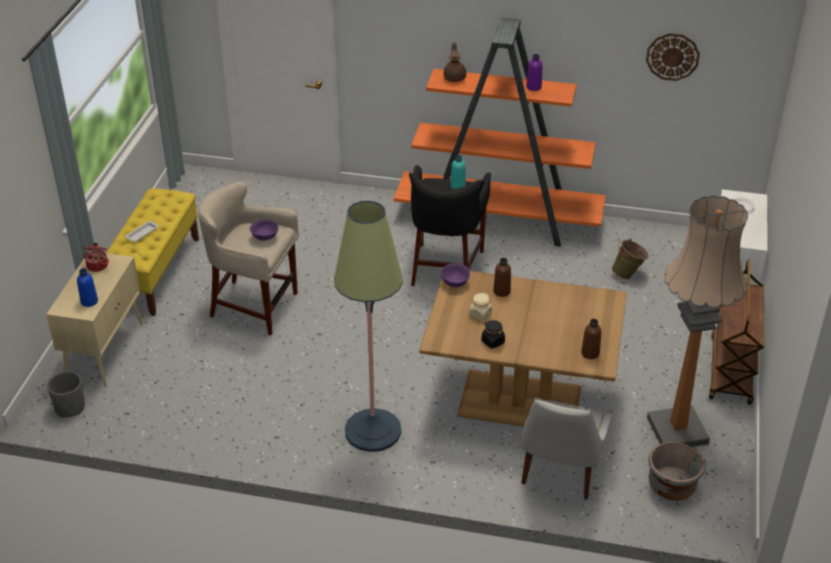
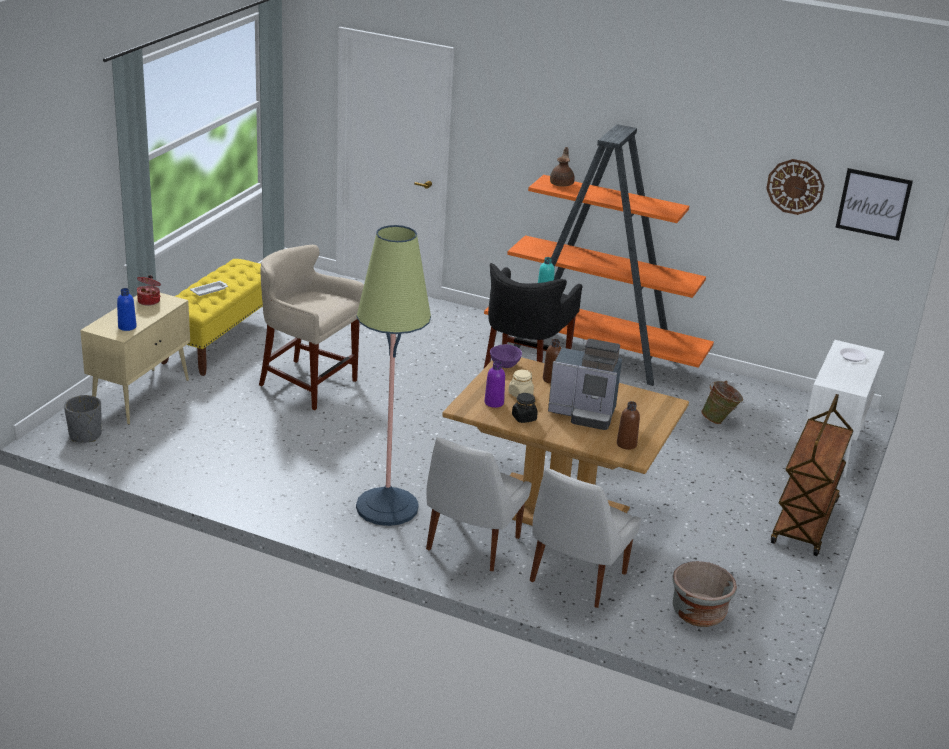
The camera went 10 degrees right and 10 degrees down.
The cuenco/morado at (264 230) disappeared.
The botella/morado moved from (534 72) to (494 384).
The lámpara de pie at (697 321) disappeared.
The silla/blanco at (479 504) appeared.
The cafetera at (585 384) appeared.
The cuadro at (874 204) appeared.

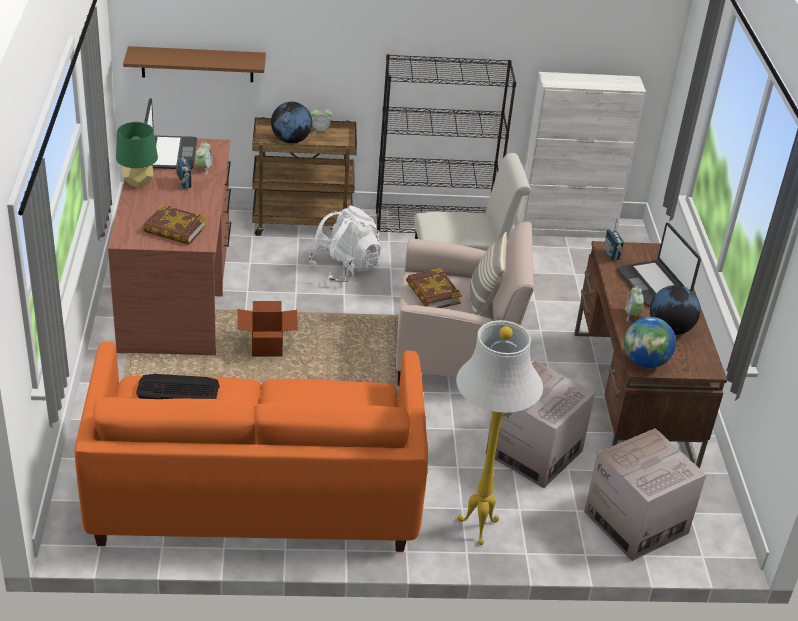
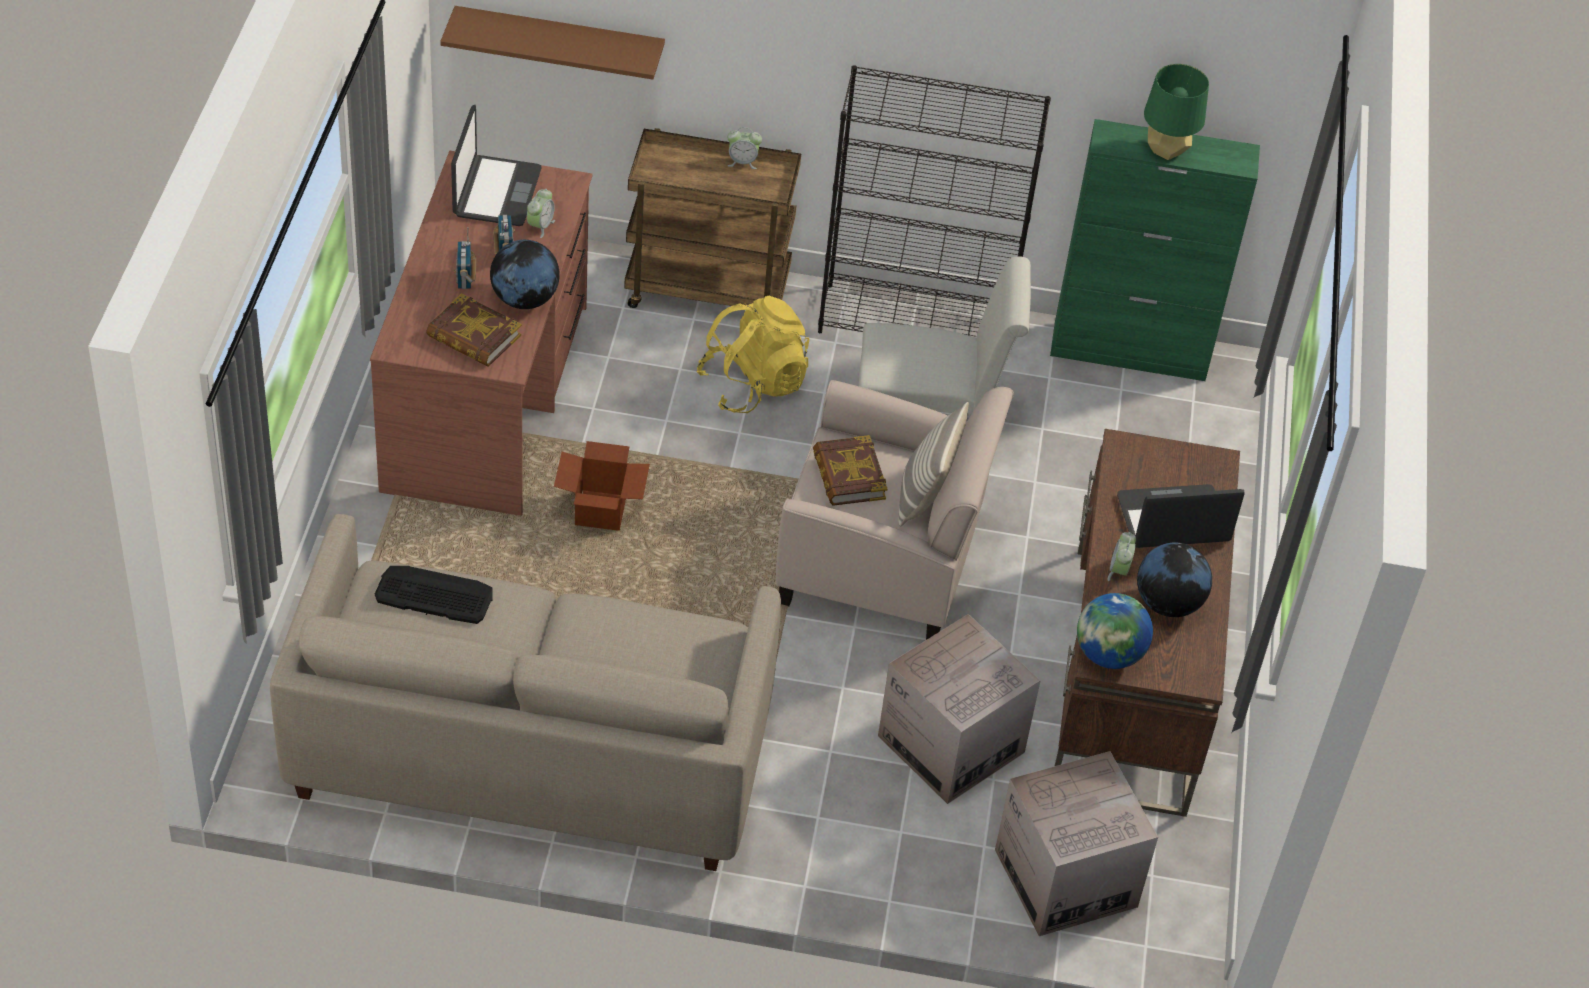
The camera went 10 degrees right and 10 degrees up.
The sofá/naranja at (251 446) became the sofá/beis at (525 692).
The lámpara de mesa/verde moved from (137 155) to (1176 112).
The globo terráqueo moved from (291 122) to (525 274).
The mochila/blanco at (345 244) became the mochila/amarillo at (752 354).
The lámpara de pie/blanco at (499 432) disappeared.
The armario/blanco at (581 155) became the armario/verde at (1155 250).
The radio moved from (614 239) to (465 258).
The portátil at (659 264) turned 90 degrees clockwise.

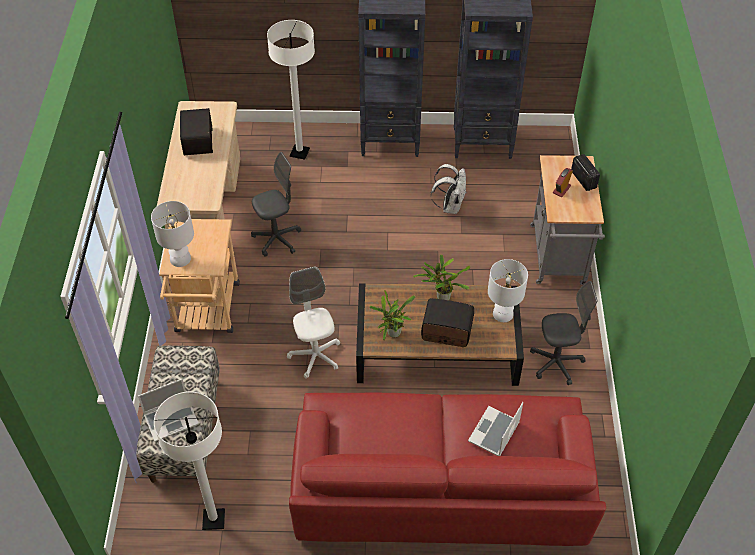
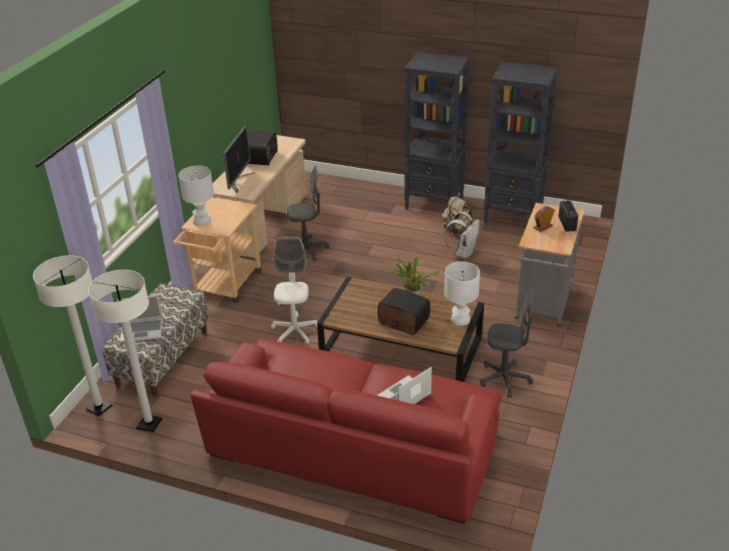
The camera went 20 degrees right and 15 degrees down.
The lámpara de pie/blanco moved from (291 90) to (73 336).
The planta en maceta at (392 315) disappeared.
The monitor at (238 159) appeared.
The mochila/beis at (457 214) appeared.

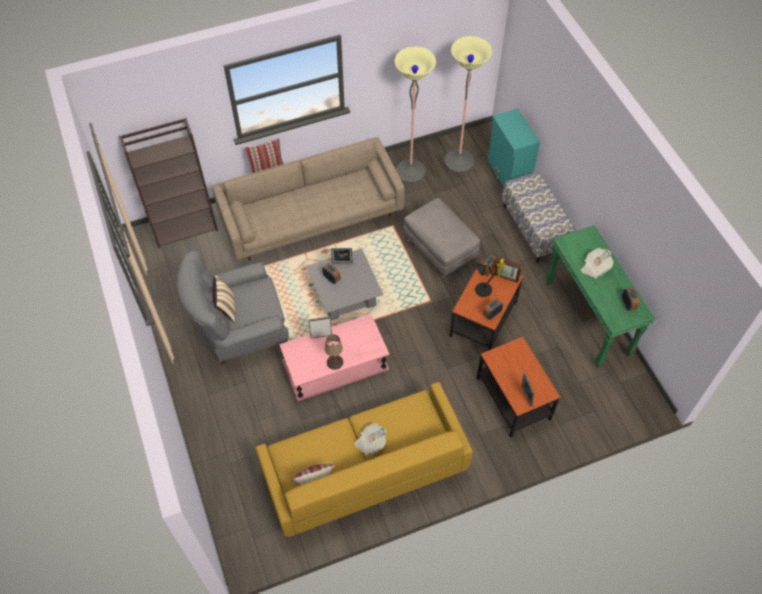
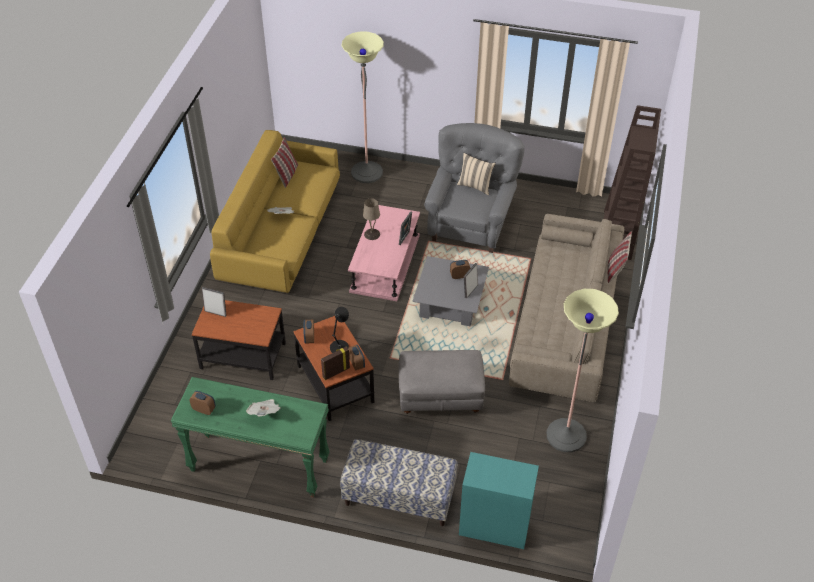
The camera went 125 degrees right and 10 degrees down.
The lámpara de pie moved from (468 104) to (362 107).

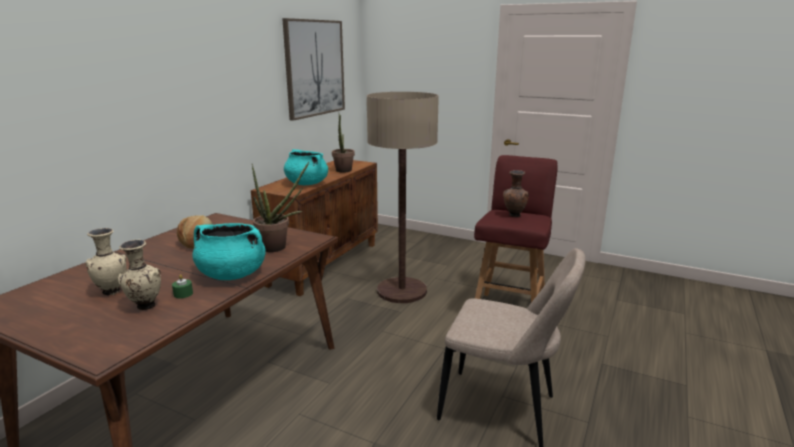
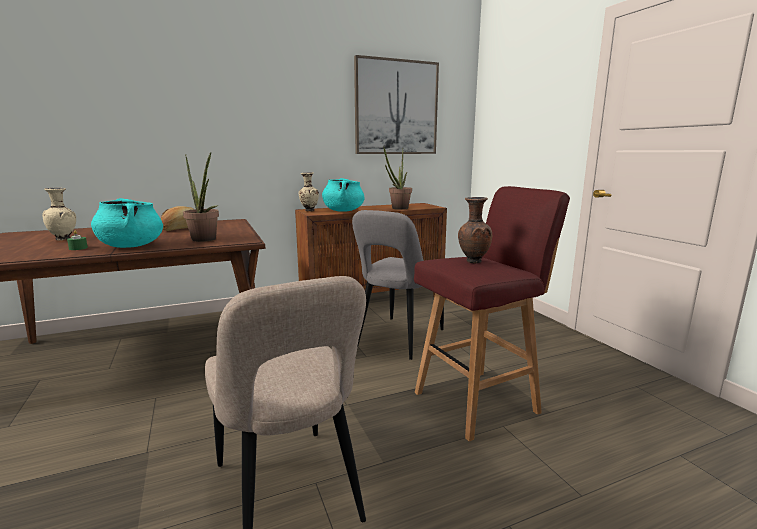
The camera went 40 degrees right and 5 degrees down.
The florero/beis moved from (139 275) to (309 191).
The lámpara de pie at (403 197) was replaced by the silla/gris at (398 285).

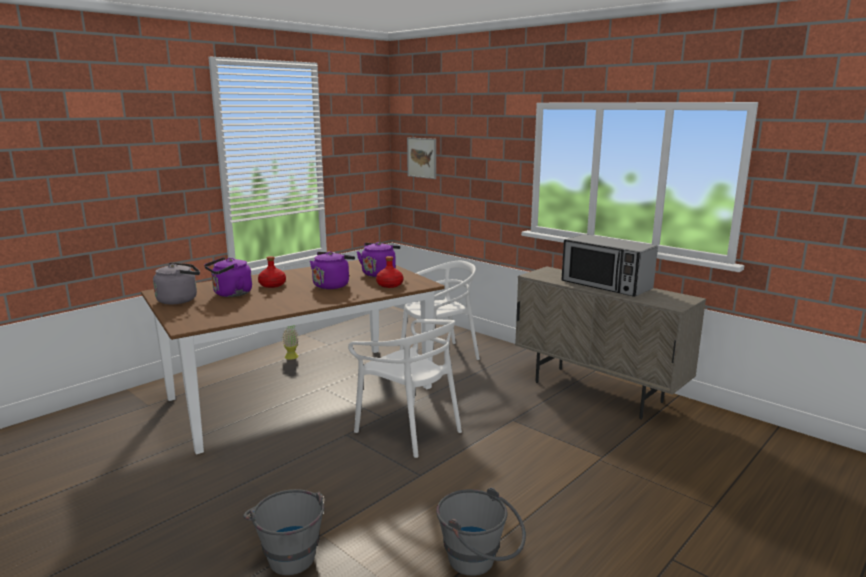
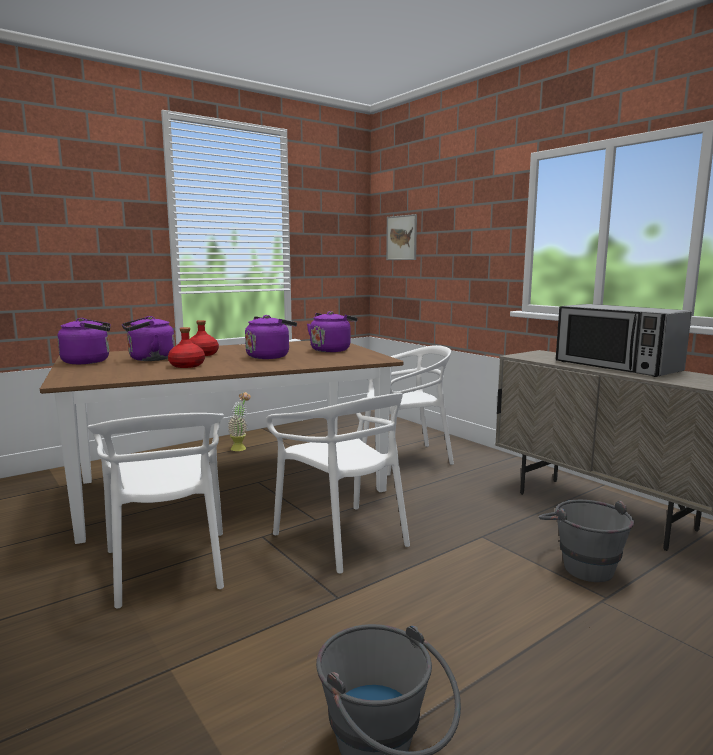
The camera went 10 degrees right and 5 degrees down.
The hervidor/gris at (176 283) became the hervidor/morado at (84 341).
The cubo/gris moved from (283 532) to (586 541).
The botella/rojo moved from (389 272) to (186 347).
The silla/blanco at (156 511) appeared.

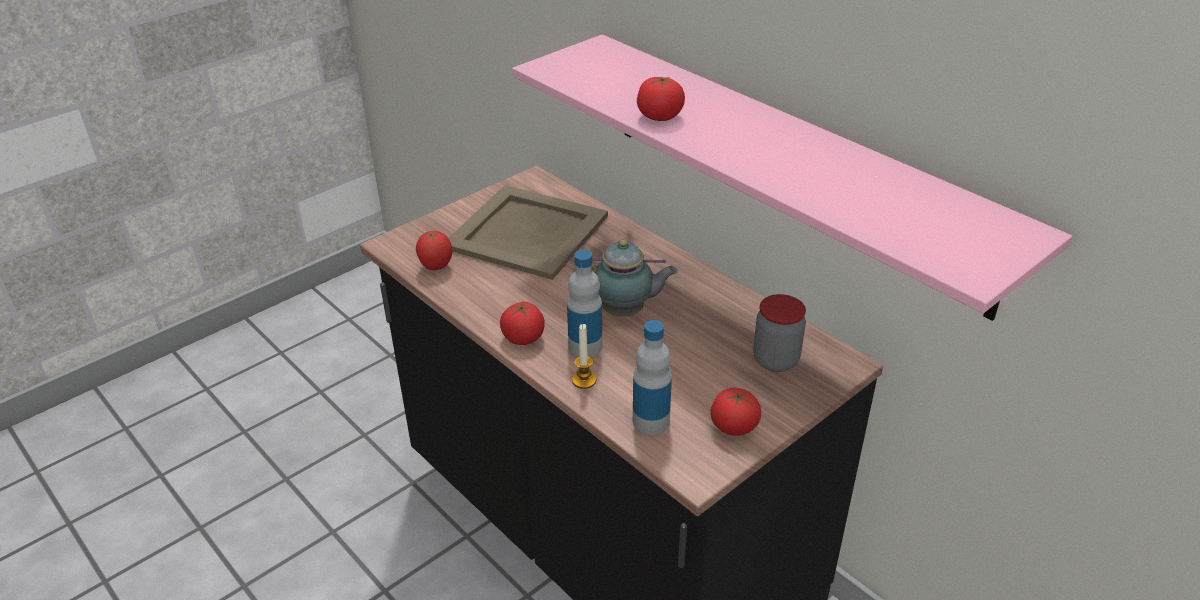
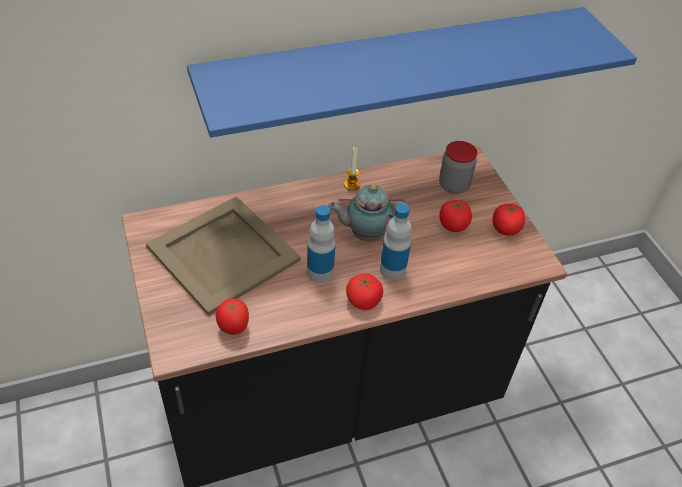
The camera went 70 degrees left and 10 degrees up.
The estante/rosa at (792 178) became the estante/azul at (412 72).
The vela moved from (584 356) to (352 168).
The tetera at (625 278) turned 120 degrees counterclockwise.
The botella moved from (652 377) to (321 244).
The tomate moved from (661 98) to (455 216).

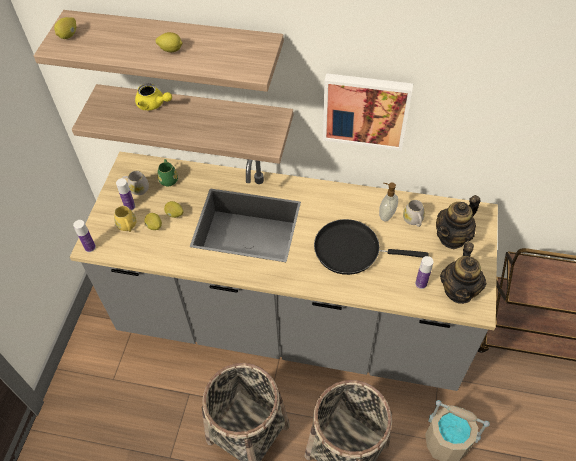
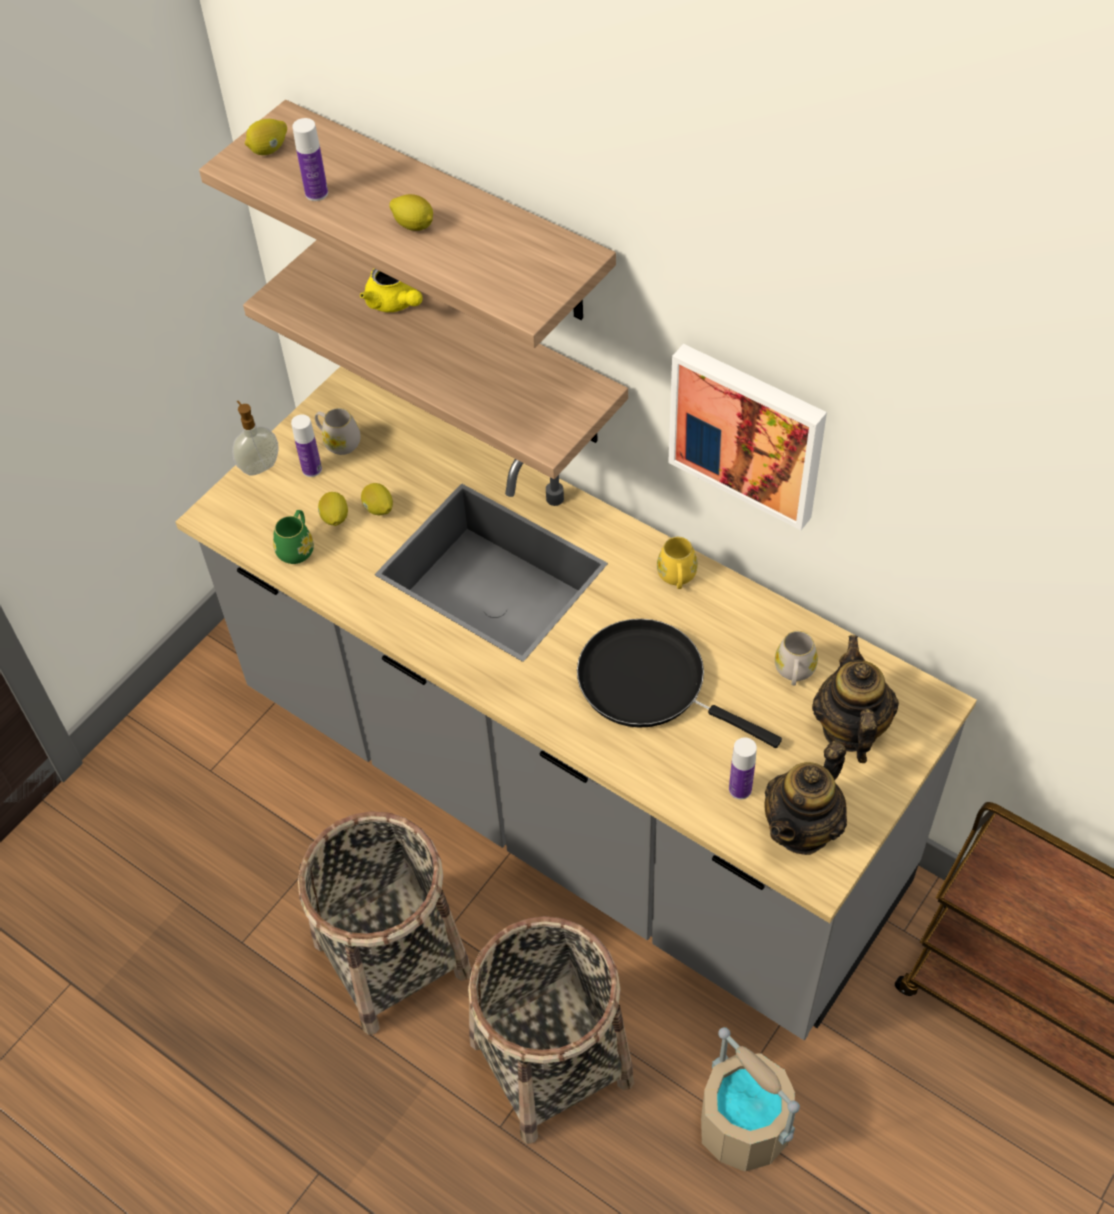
The camera went 25 degrees right and 0 degrees up.
The botella moved from (84 236) to (310 159).
The taza grande/amarillo moved from (125 219) to (677 563).
The taza grande/verde moved from (167 172) to (293 537).
The dispensador de jabón moved from (388 202) to (255 438).
The tetera at (458 222) turned 105 degrees clockwise.

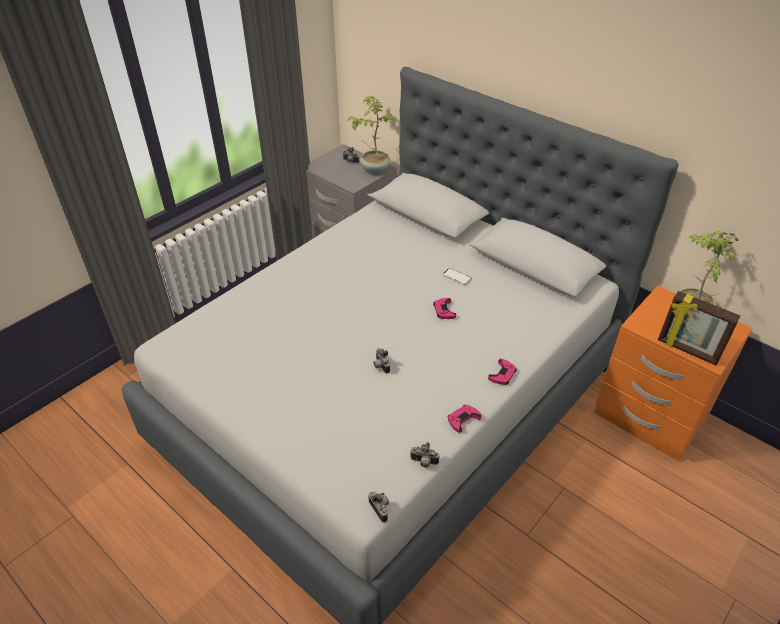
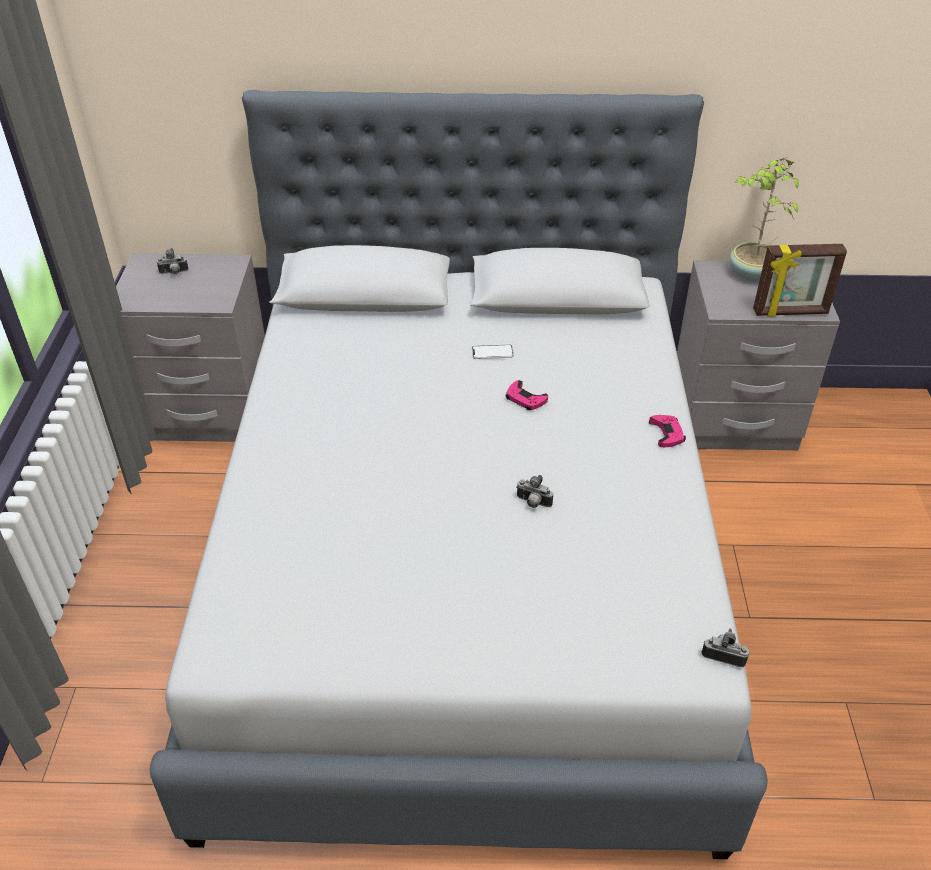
The camera went 40 degrees left and 0 degrees up.
The planta en maceta at (371 135) disappeared.
The cámara at (424 455) disappeared.
The mando de consola/rosa at (464 419) disappeared.
The mesita de noche/naranja at (673 373) became the mesita de noche/gris at (758 355).

